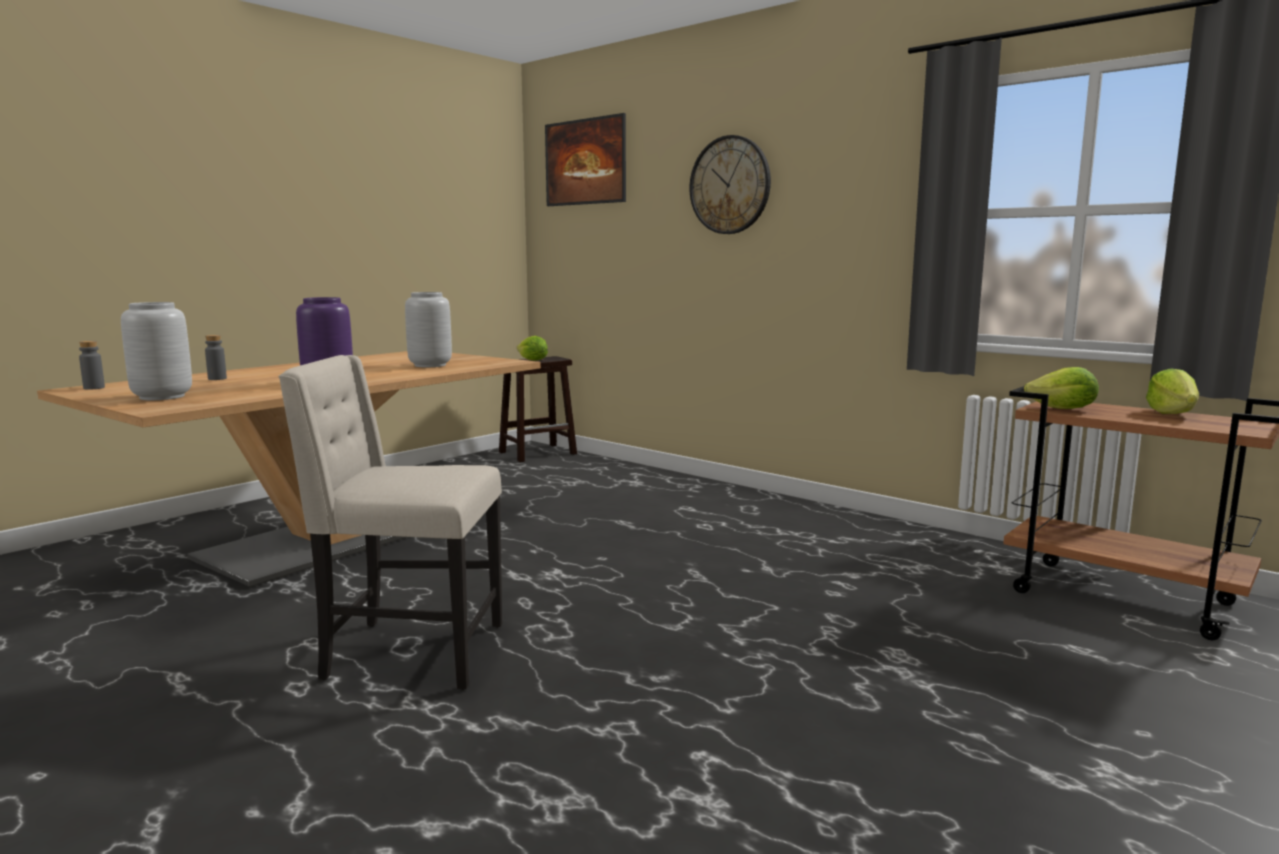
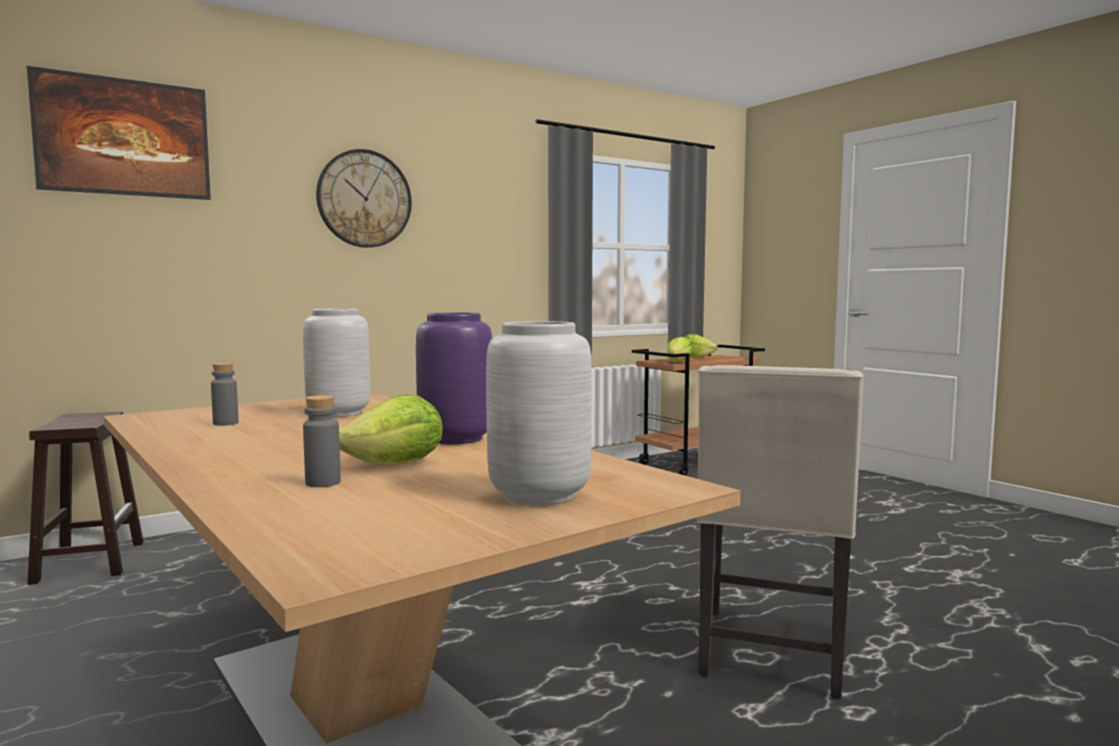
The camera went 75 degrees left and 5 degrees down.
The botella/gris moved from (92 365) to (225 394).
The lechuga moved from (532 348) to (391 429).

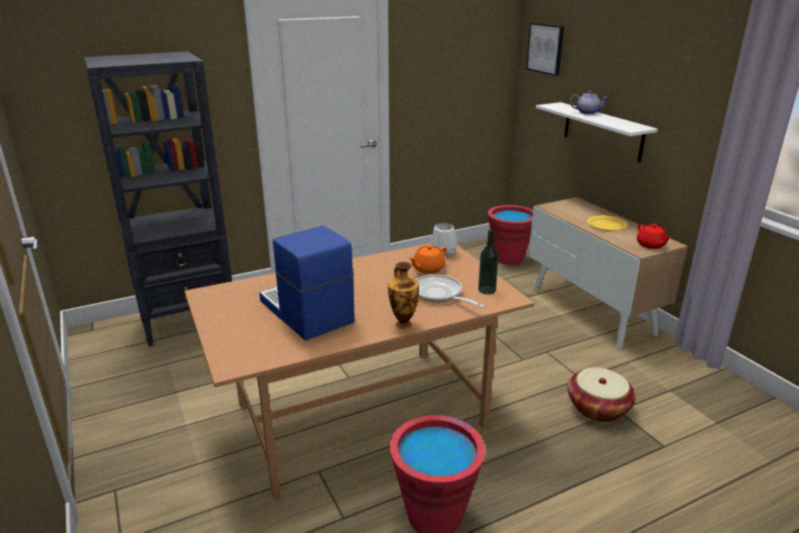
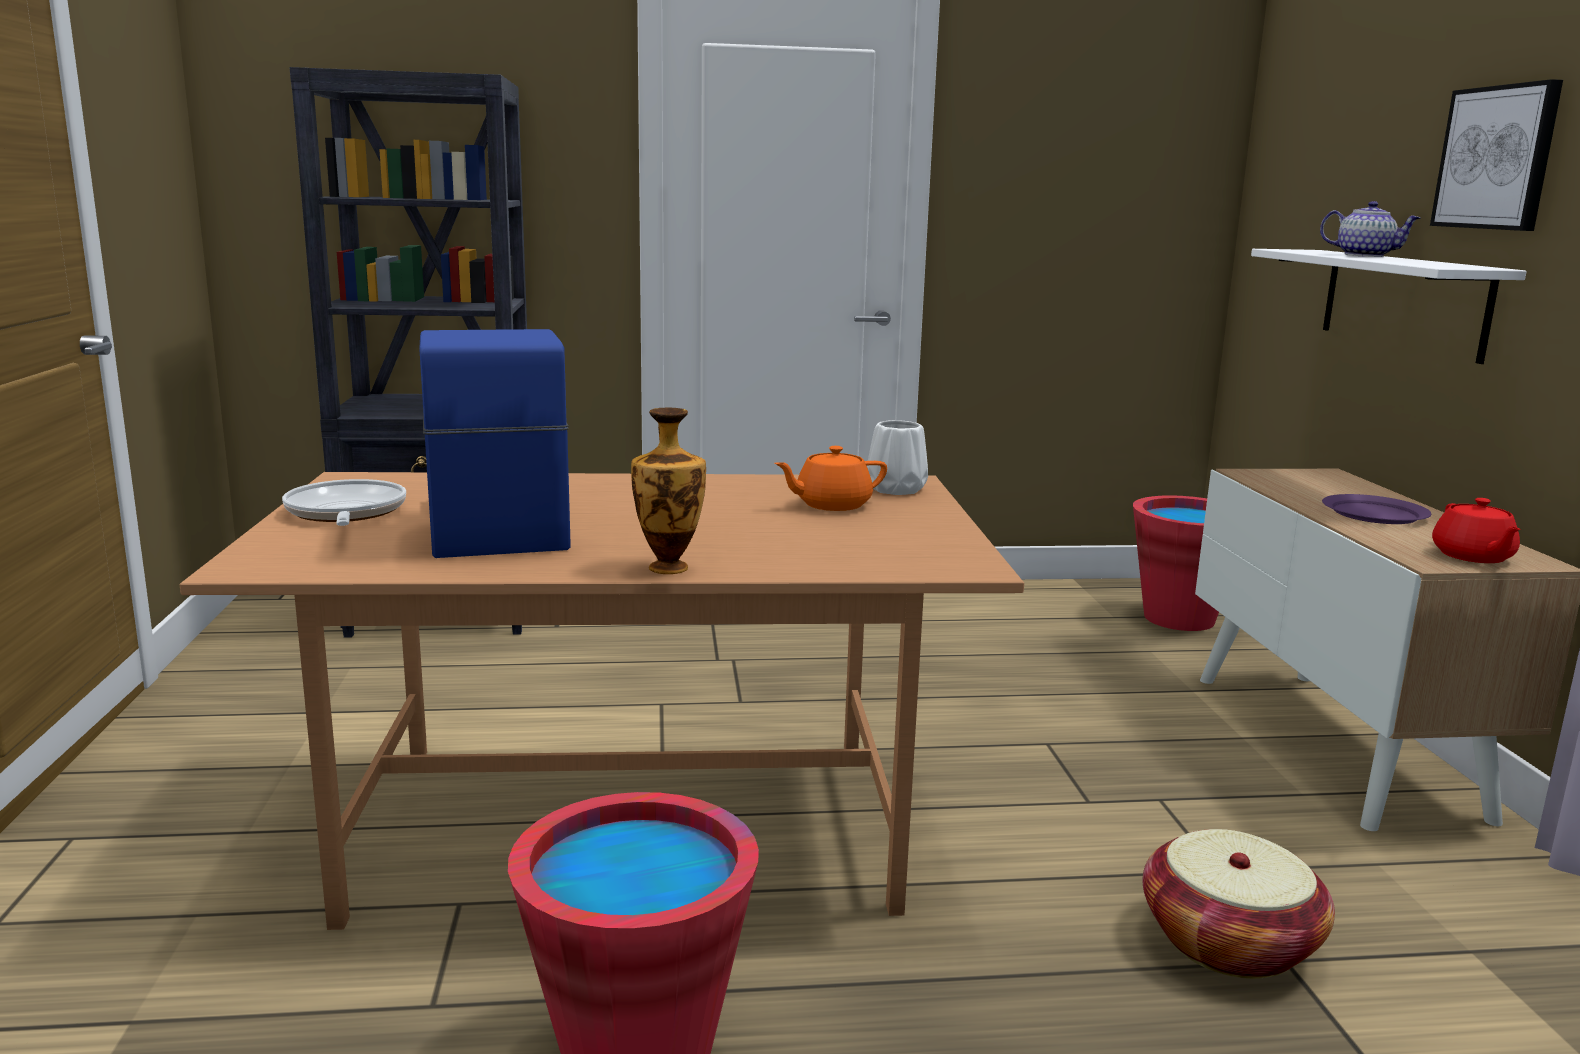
The camera went 20 degrees right and 10 degrees down.
The sartén moved from (450 291) to (344 502).
The botella at (488 262) disappeared.
The cuadro moved from (545 49) to (1496 155).
The plato/amarillo at (607 223) became the plato/morado at (1376 509).

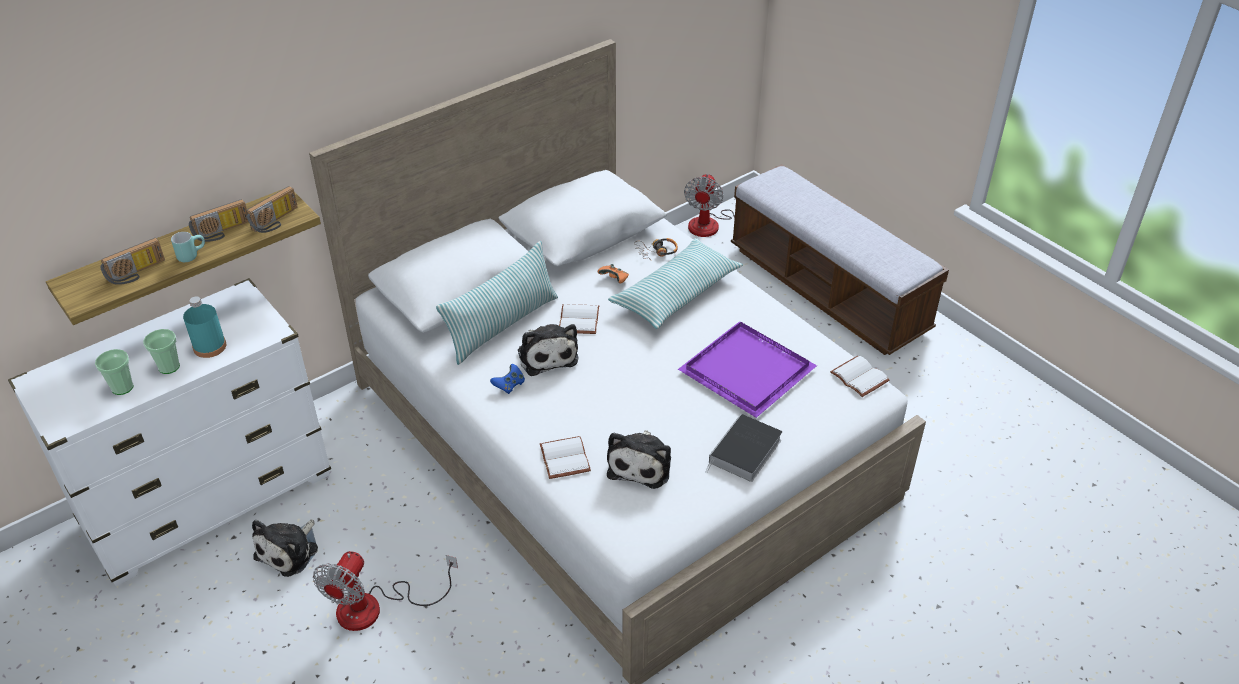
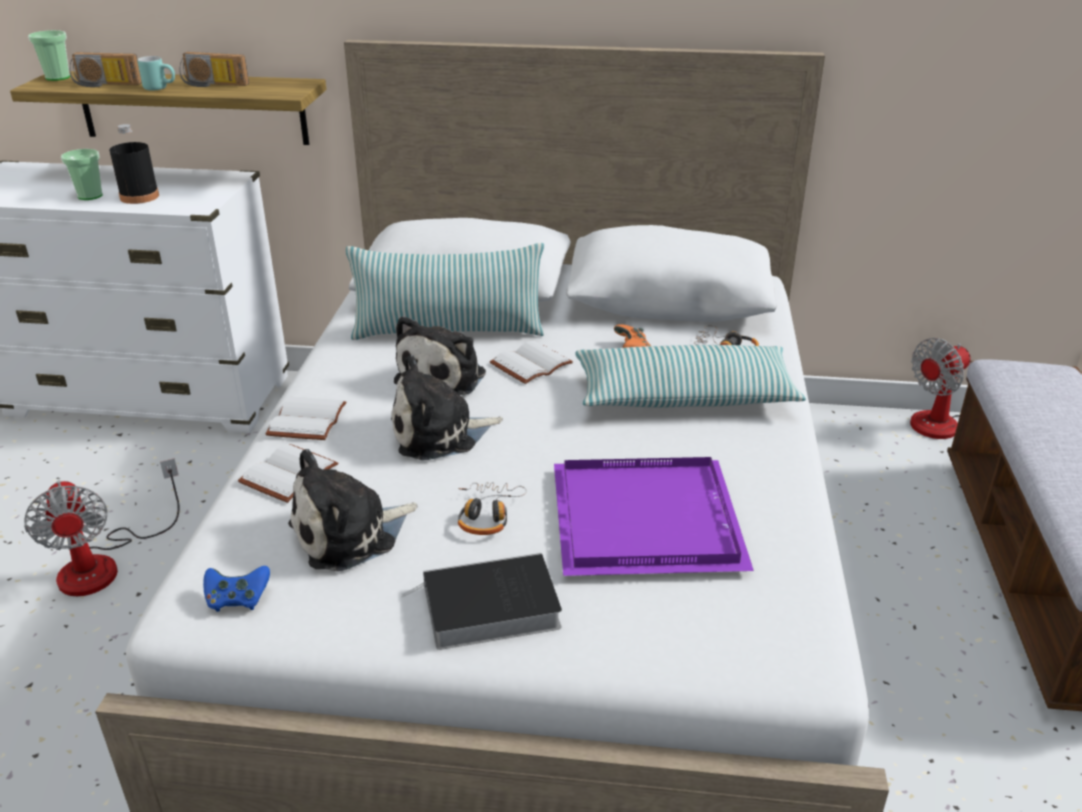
The camera went 45 degrees right and 10 degrees down.
The taza moved from (114 372) to (49 55).
The botella/turquesa at (204 327) became the botella/negro at (134 164).
The radio at (272 209) disappeared.
The peluche moved from (285 548) to (447 407).
The ventilador at (385 591) turned 90 degrees counterclockwise.
The mando de consola/azul moved from (507 379) to (236 589).
The libro/blanco moved from (860 376) to (306 418).
The auriculares at (492 508) appeared.

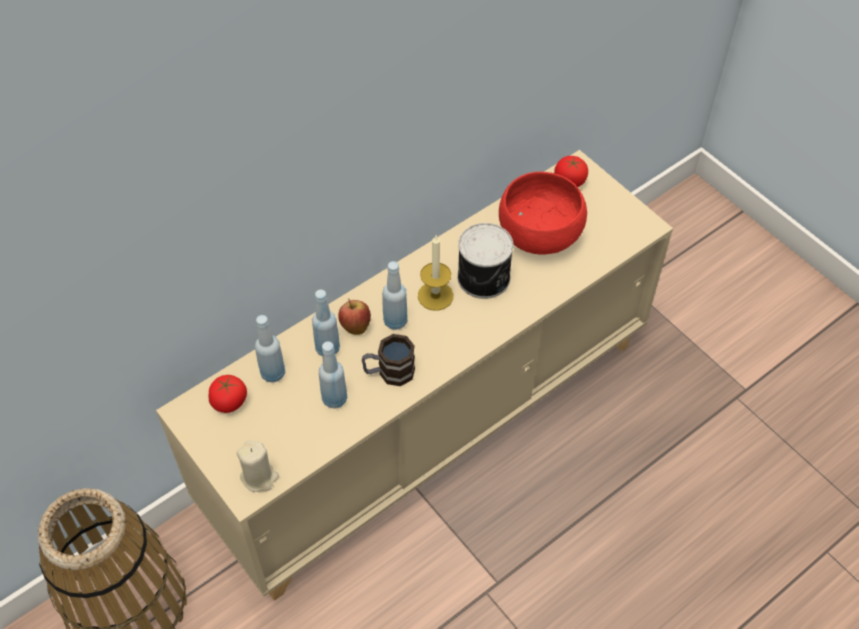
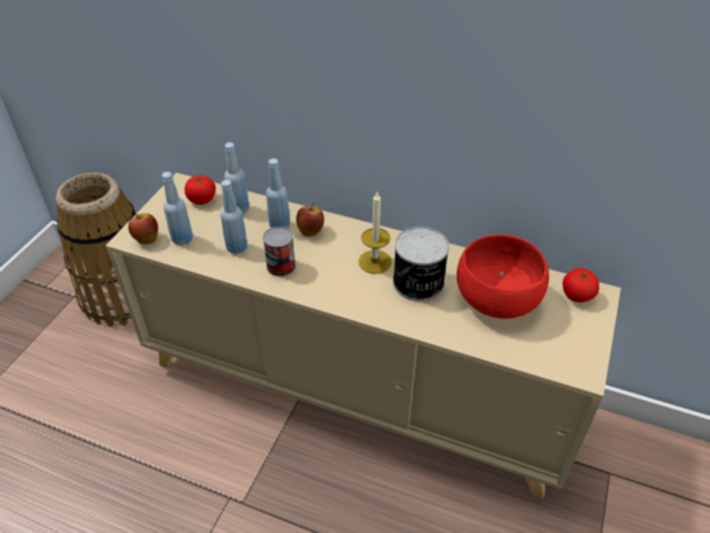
The camera went 60 degrees right and 10 degrees down.
The vela/beis at (258 466) was replaced by the manzana at (143 227).
The taza grande at (388 360) was replaced by the lata at (279 251).
The botella/azul moved from (395 295) to (177 208).

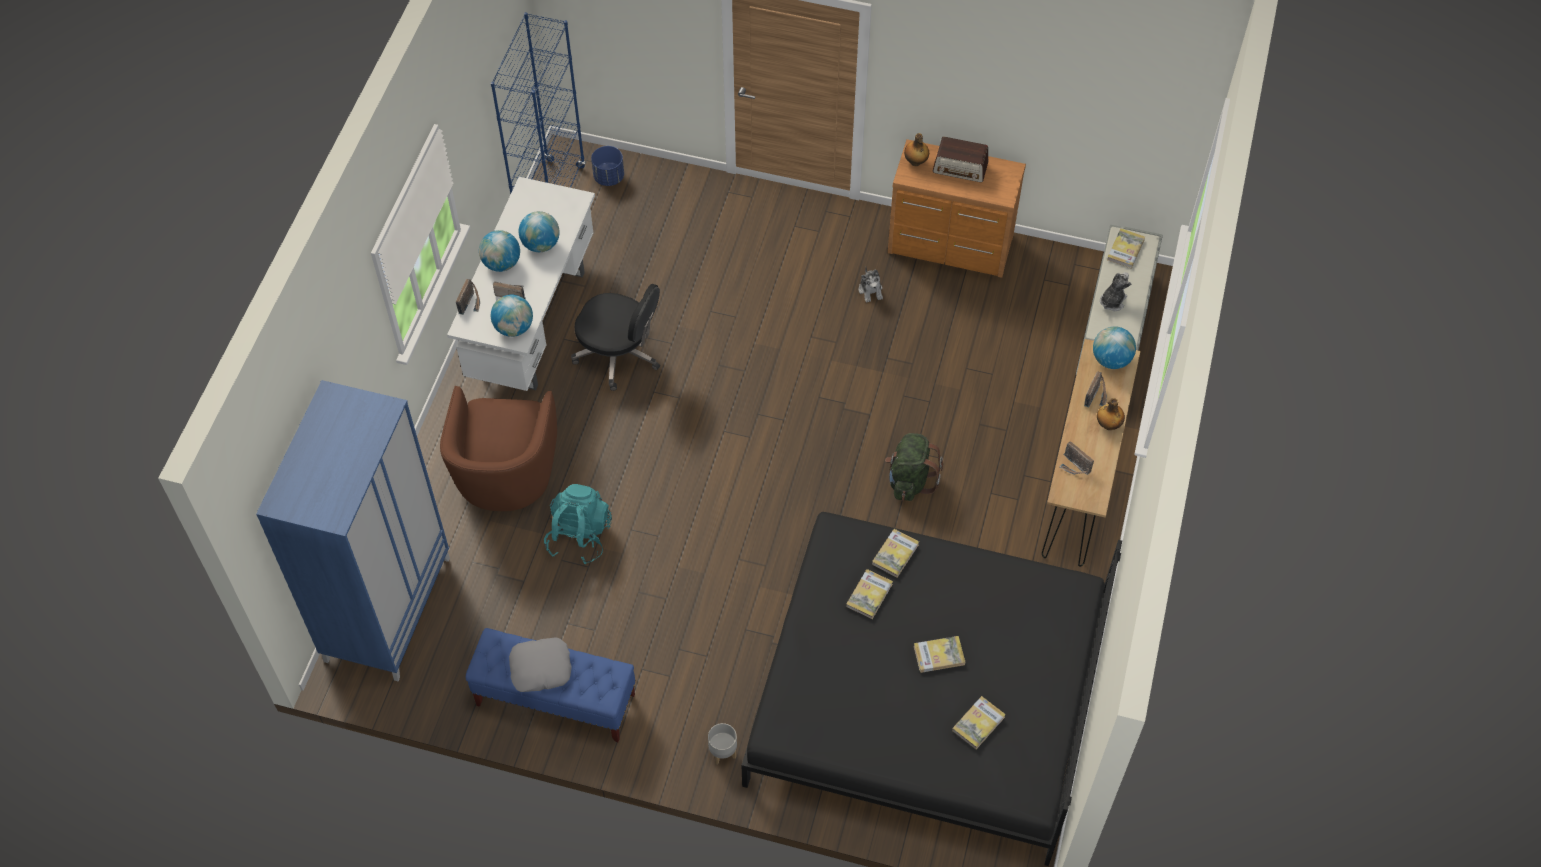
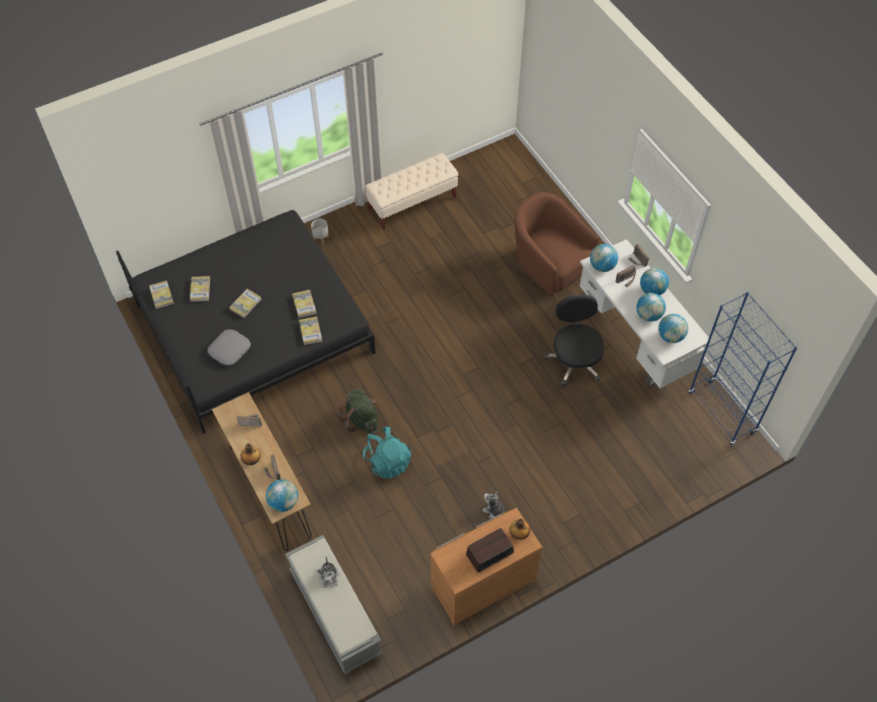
The camera went 135 degrees right and 0 degrees up.
The armario ropero/azul at (353 530) disappeared.
The banco/azul at (551 685) became the banco/beis at (411 191).
The cojín/gris moved from (540 664) to (229 347).
The mochila/turquesa moved from (578 524) to (387 453).
The silla de oficina/negro at (615 337) turned 105 degrees clockwise.
The maceta/azul at (607 166) disappeared.
The libro moved from (1126 248) to (161 294).
The globo terráqueo at (673 328) appeared.

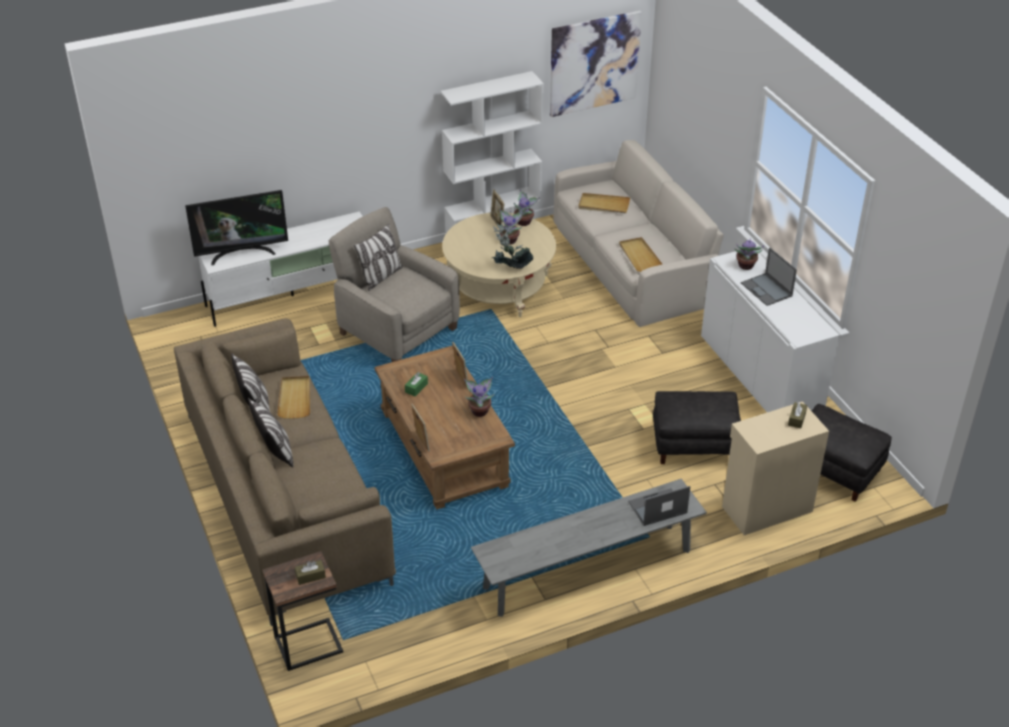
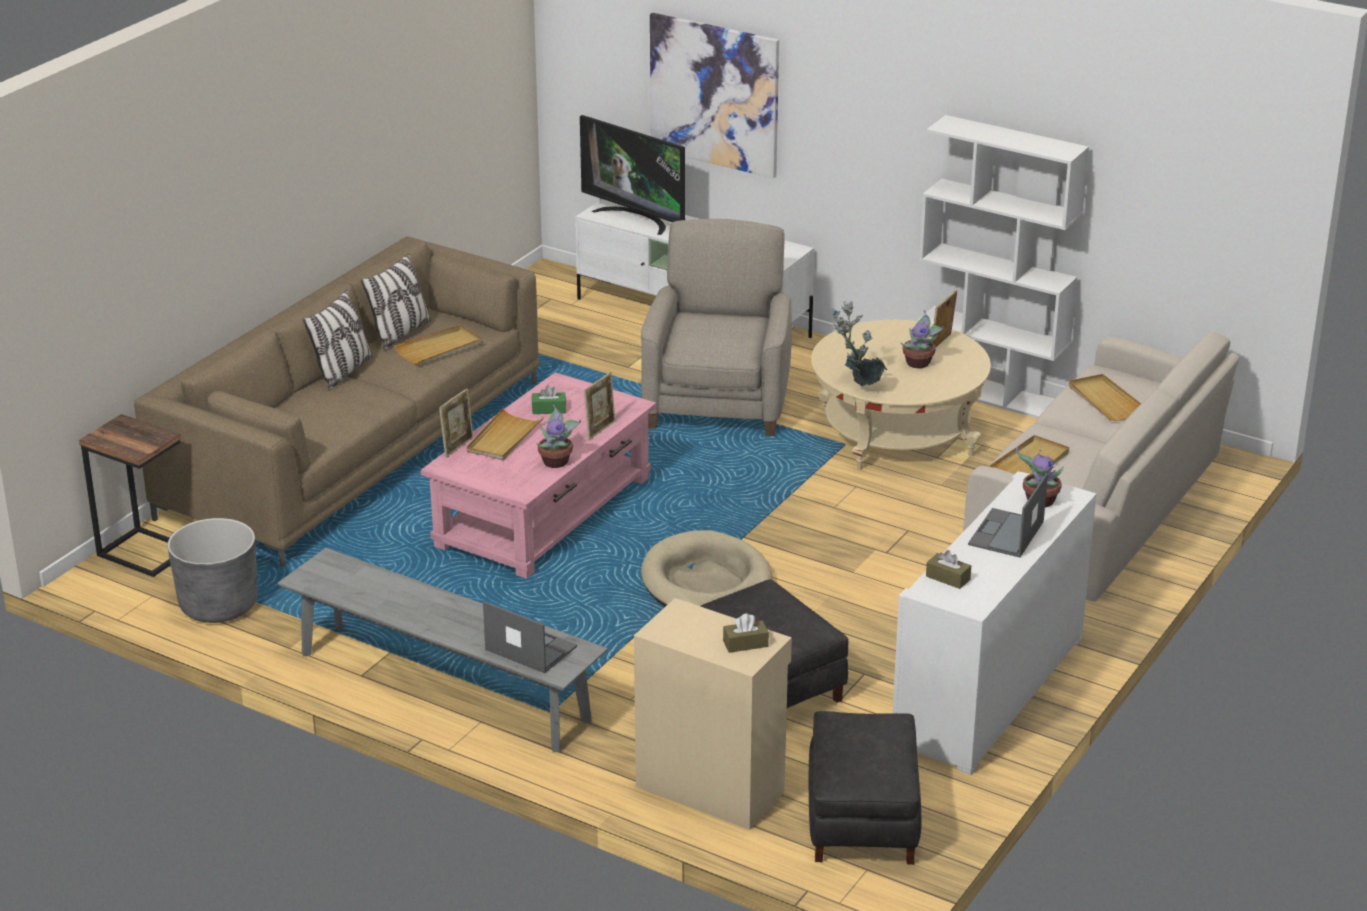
The camera went 55 degrees right and 10 degrees down.
The caja de pañuelos/marrón moved from (310 572) to (948 569).
The cojín at (378 257) disappeared.
The mesa de centro/marrón at (444 427) became the mesa de centro/rosa at (539 475).
The planta en maceta at (527 207) disappeared.
The cuadro moved from (596 63) to (714 95).
The maceta/gris at (213 570) appeared.
The bandeja/beis at (505 434) appeared.
The cama para perro/beis at (707 568) appeared.

